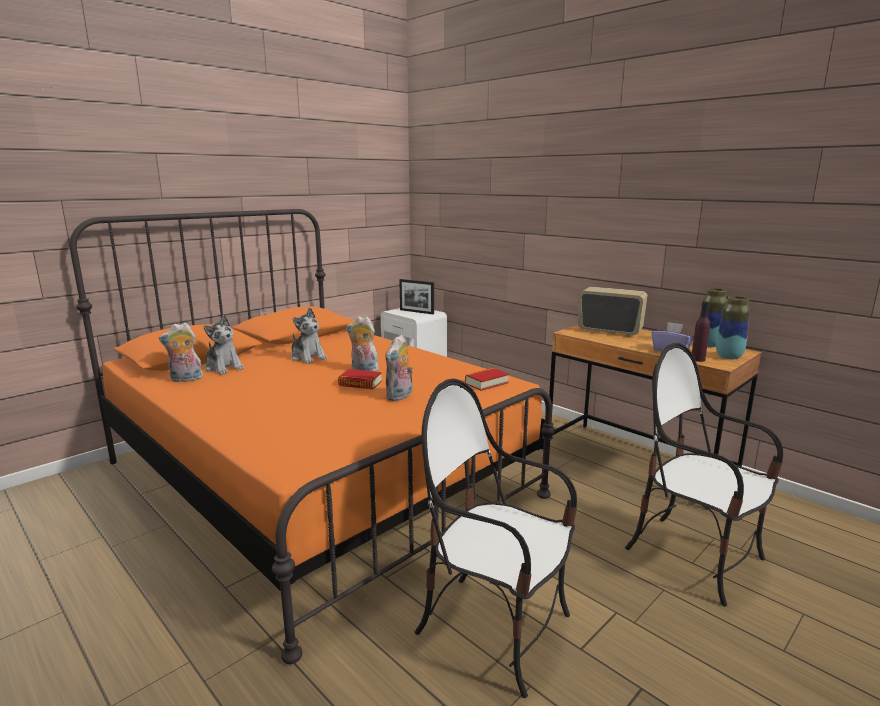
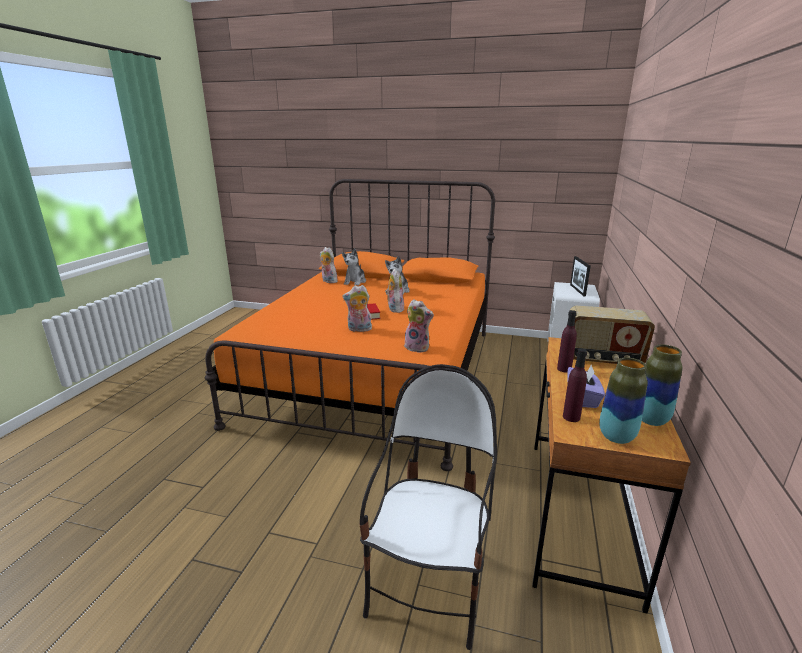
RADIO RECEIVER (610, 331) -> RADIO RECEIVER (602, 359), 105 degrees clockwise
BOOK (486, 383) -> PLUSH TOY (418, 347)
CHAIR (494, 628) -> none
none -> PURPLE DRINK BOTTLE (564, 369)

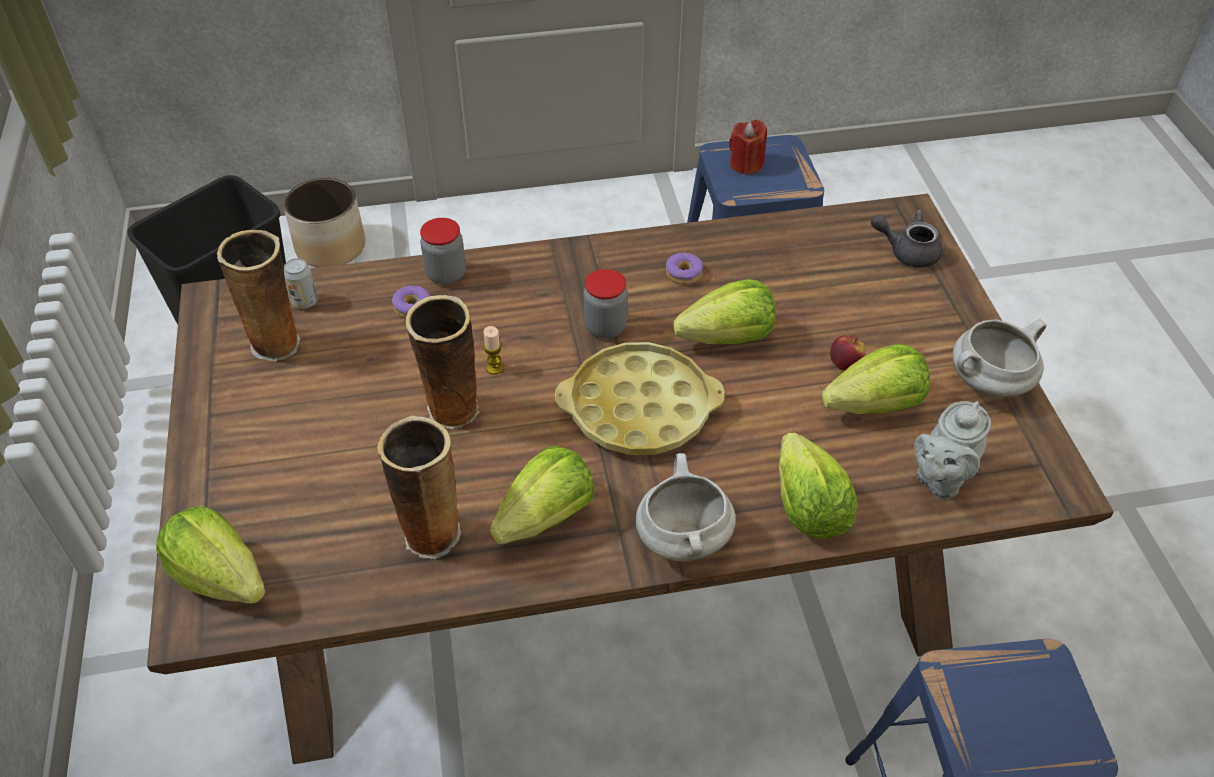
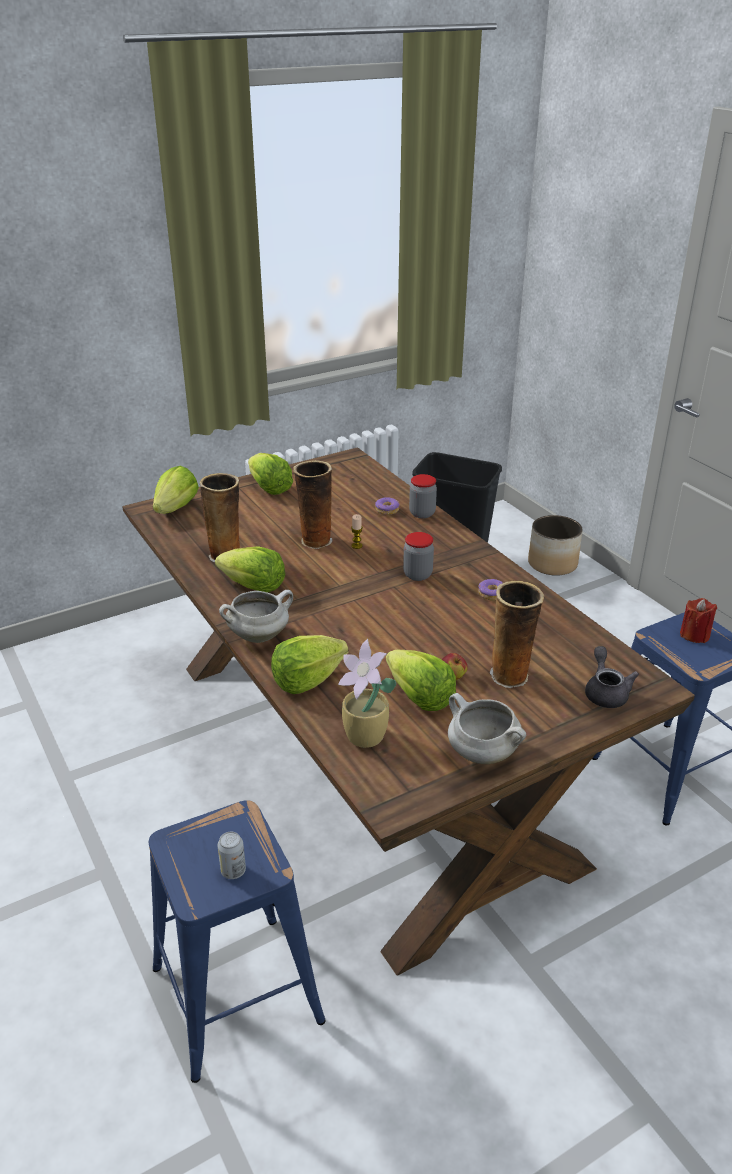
VASE (277, 342) -> VASE (511, 676), shifted
CAN (305, 301) -> CAN (233, 871), shifted
HEAD OF LETTUCE (728, 338) -> HEAD OF LETTUCE (269, 488), shifted
YELLOW-COLOURED CARRYING TRAY (639, 408) -> none
GREY POT FOR TEA (940, 478) -> PLANT IN A POT (366, 738)

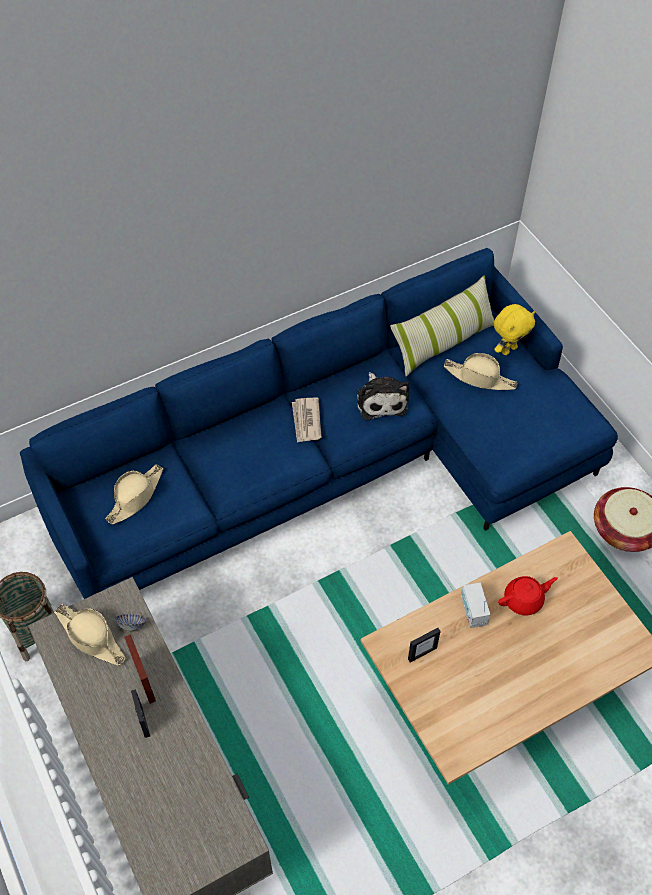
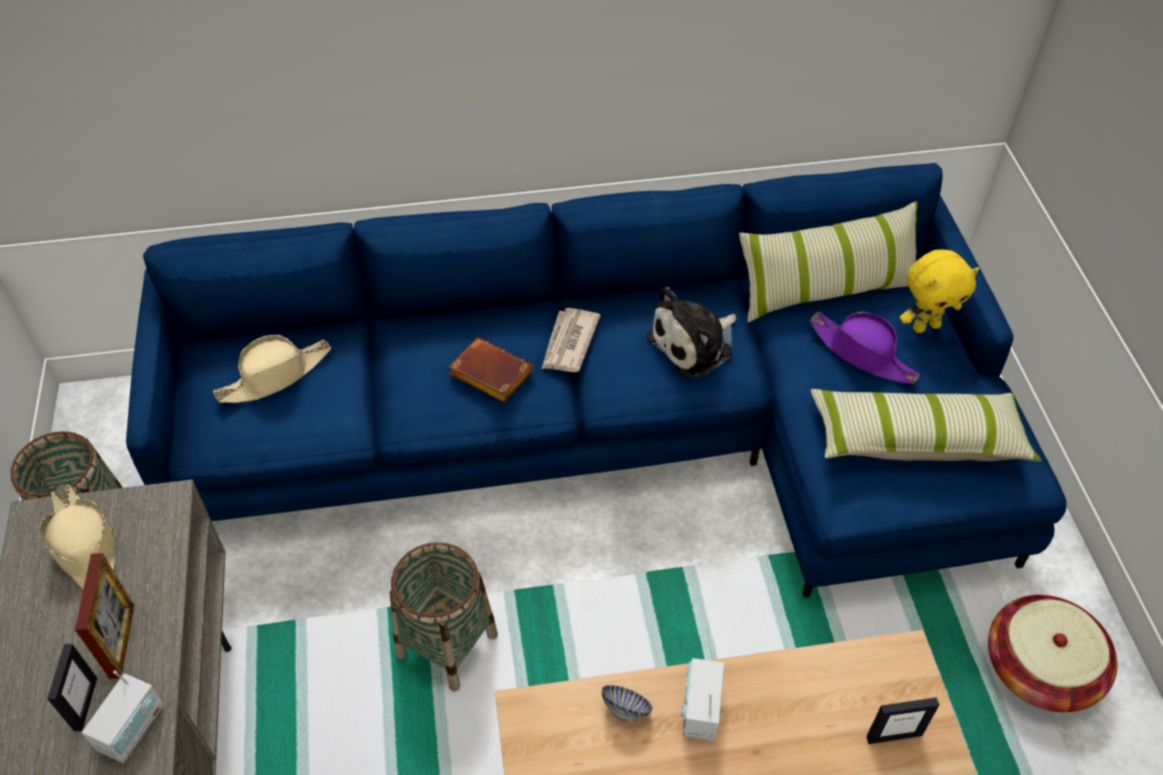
SAND-COLOURED CLOTHING HAT (480, 378) -> PURPLE CLOTHING HAT (862, 354)
PLUSH TOY (381, 400) -> PLUSH TOY (694, 344), 45 degrees clockwise
RED POT FOR TEA (524, 600) -> none
DEEP DISH (132, 625) -> DEEP DISH (625, 709), shifted
PICTURE FRAME (422, 653) -> PICTURE FRAME (893, 735), shifted
none -> BROWN-COLOURED BOOK (488, 375)
none -> THROW PILLOW (916, 439)
none -> HOUSEHOLD BASKET (447, 645)
none -> RADIO RECEIVER (132, 728)

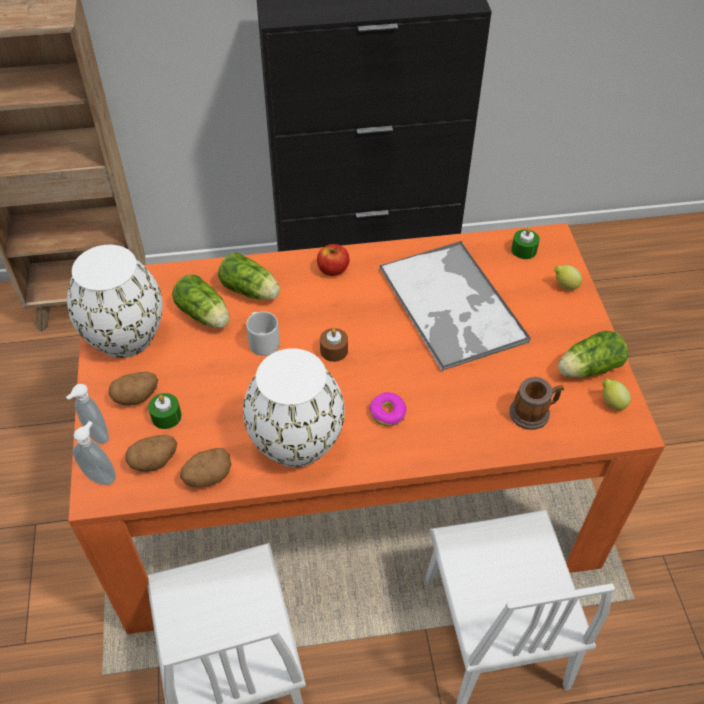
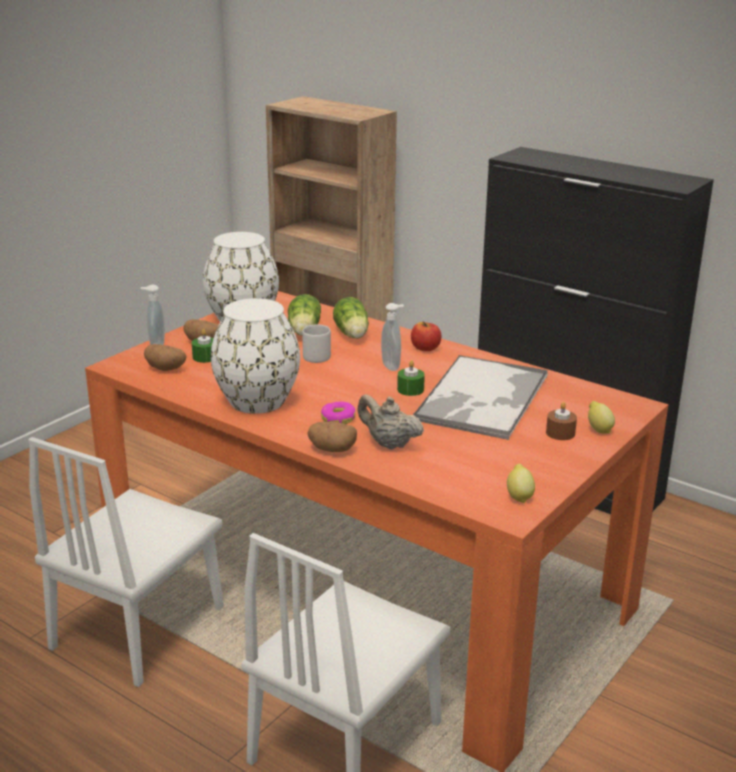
GREEN-COLOURED WAX CANDLE (524, 250) -> GREEN-COLOURED WAX CANDLE (410, 389), shifted
BROWN-COLOURED WAX CANDLE (334, 350) -> BROWN-COLOURED WAX CANDLE (560, 433), shifted
HEAD OF LETTUCE (587, 368) -> none
MUG (533, 412) -> none
SOAP BOTTLE (101, 475) -> SOAP BOTTLE (392, 366), shifted
POTATO (207, 476) -> POTATO (332, 449), shifted
none -> SAND-COLOURED POT FOR TEA (388, 444)

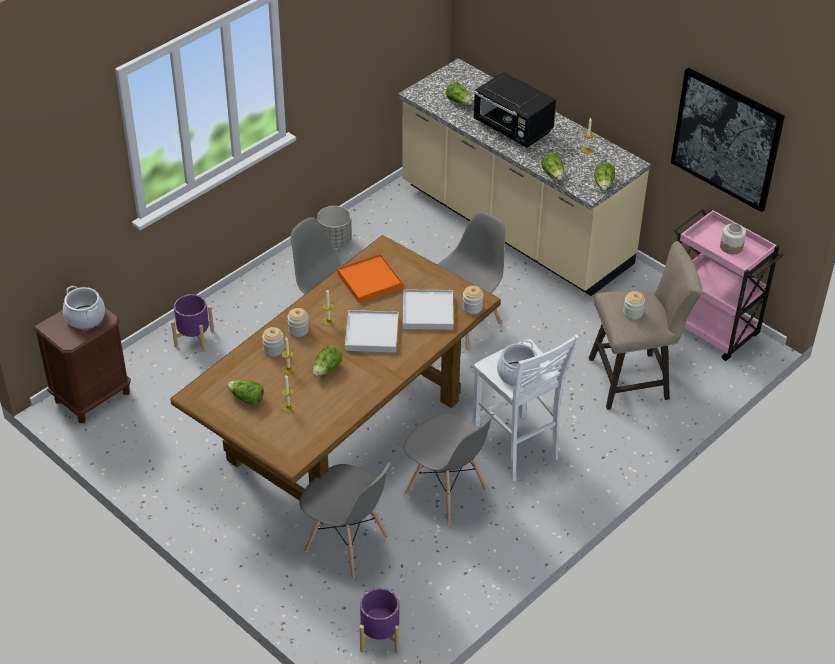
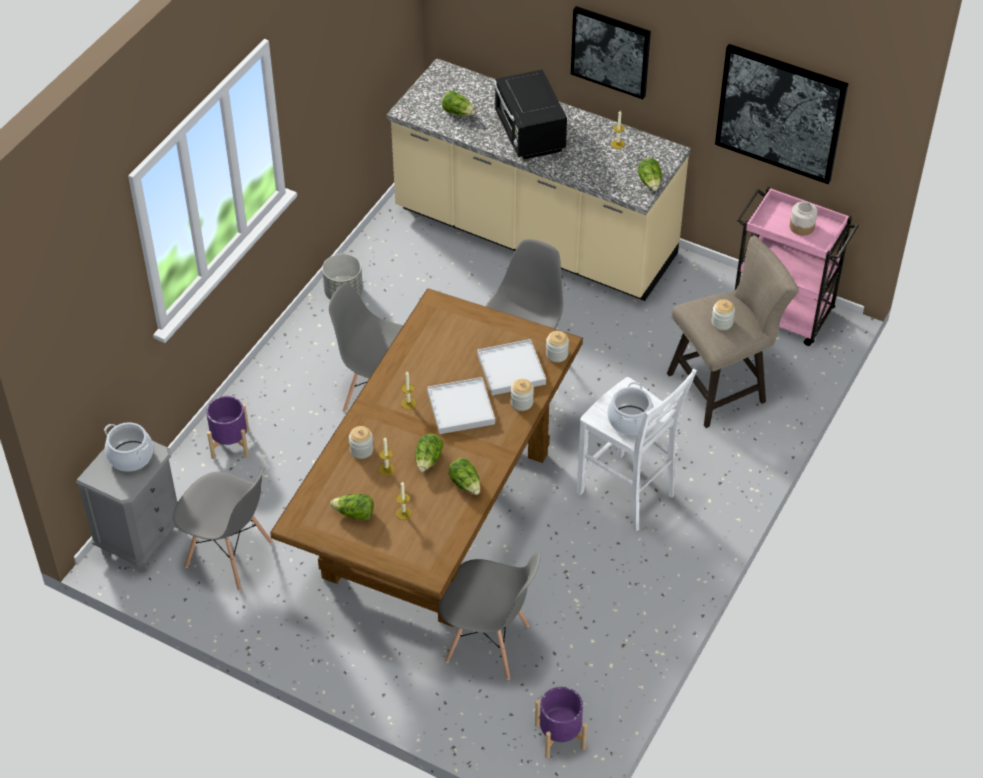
BLACKISH MICROWAVE OVEN (513, 129) -> BLACKISH MICROWAVE OVEN (529, 135), 45 degrees clockwise
HEAD OF LETTUCE (553, 174) -> HEAD OF LETTUCE (466, 484), shifted
ORANGE CARRYING TRAY (369, 280) -> none
BROWN-COLOURED NIGHT TABLE (92, 396) -> GREY NIGHT TABLE (142, 537)
JAR (298, 330) -> JAR (521, 402), shifted
GREY CHAIR (446, 493) -> GREY CHAIR (229, 555), shifted
none -> WALL PICTURE (611, 51)

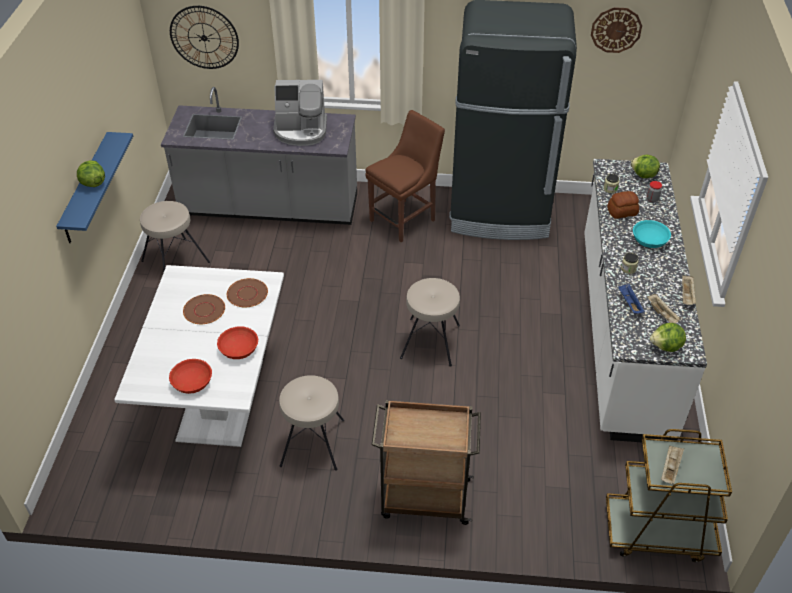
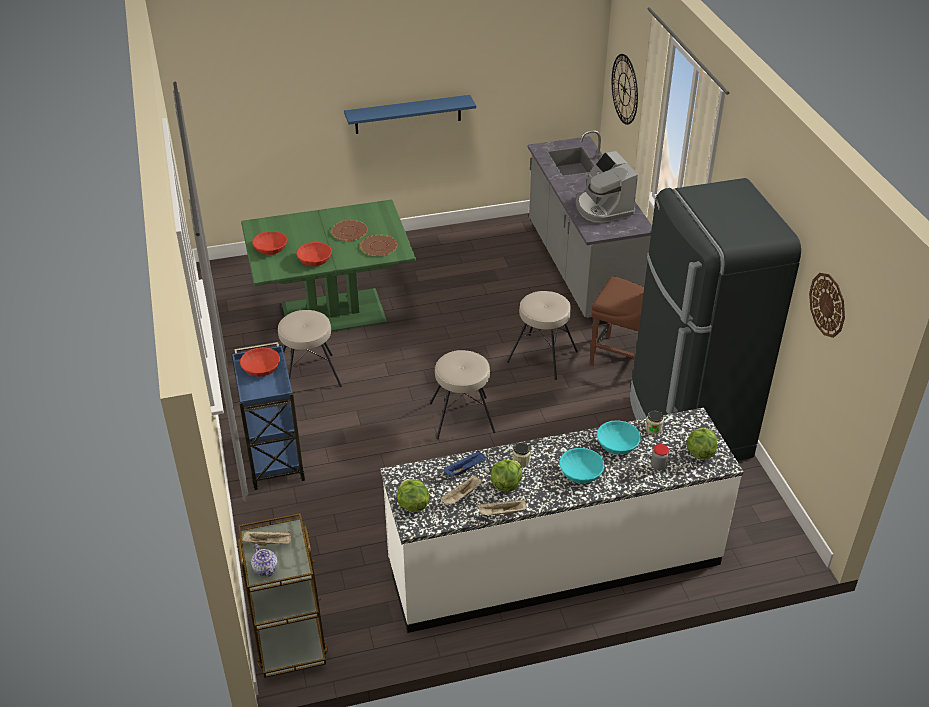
HEAD OF LETTUCE (93, 183) -> HEAD OF LETTUCE (506, 484), shifted
BAKED BREAD (622, 212) -> TURQUOISE DEEP DISH (617, 444)
SAND-COLOURED SITTING STOOL (175, 261) -> SAND-COLOURED SITTING STOOL (542, 356), shifted
WHITE DINNER TABLE (219, 399) -> GREEN-COLOURED DINNER TABLE (333, 312)
BROWN-COLOURED TROLLEY (423, 498) -> BLUE TROLLEY (274, 456)
none -> RED DEEP DISH (261, 368)
none -> POT FOR TEA (266, 568)

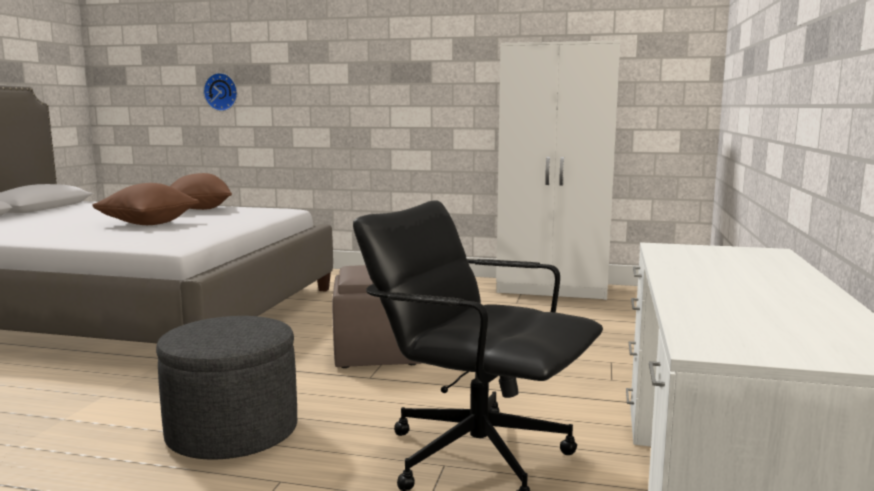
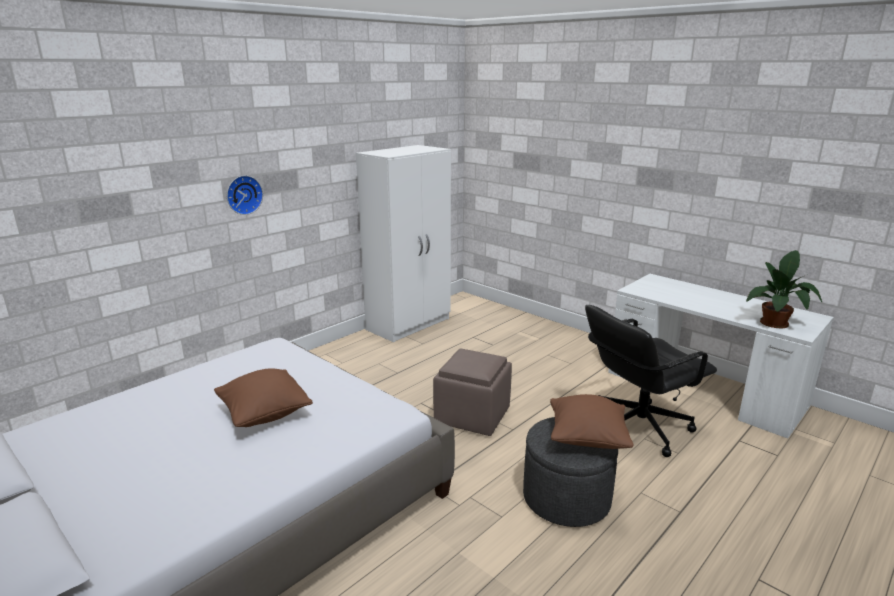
HANGING CLOCK (222, 92) -> HANGING CLOCK (243, 194), shifted
BROWN-COLOURED THROW PILLOW (199, 209) -> BROWN-COLOURED THROW PILLOW (587, 439), shifted
none -> PLANT IN A POT (776, 322)

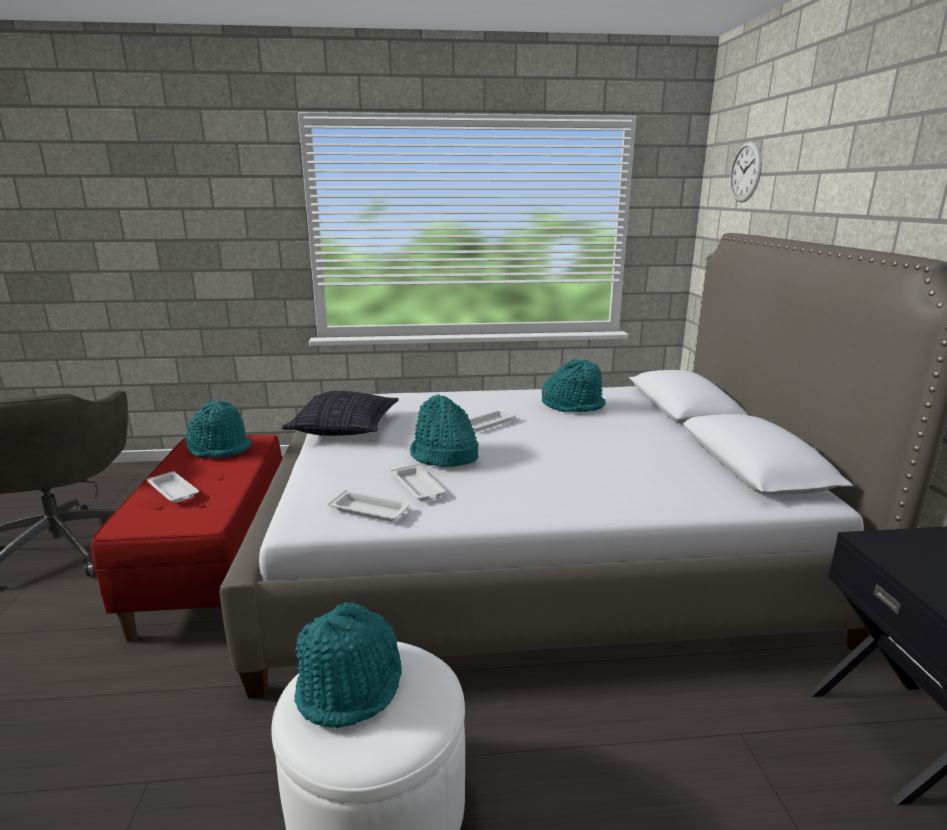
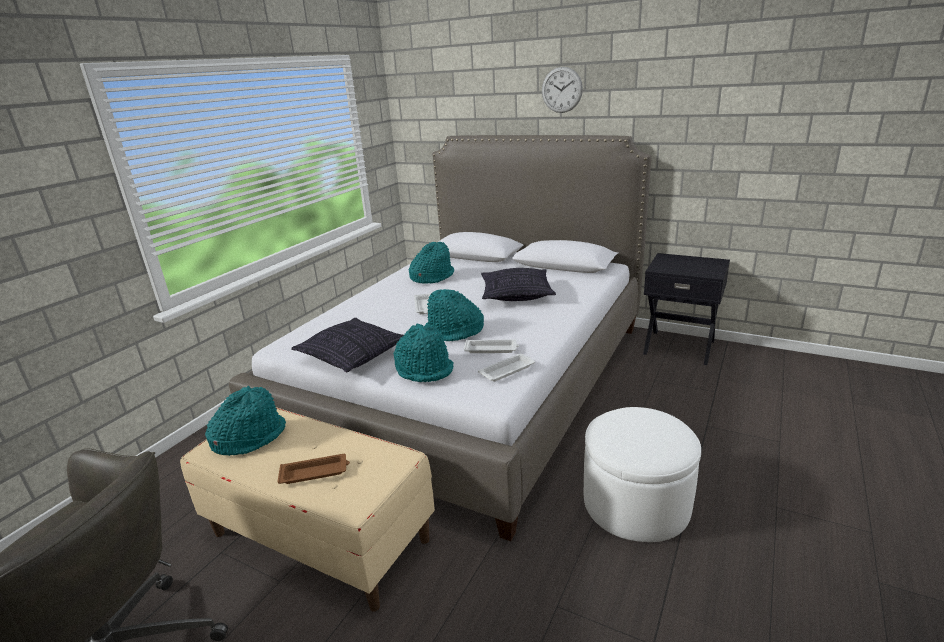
HANGING CLOCK (745, 172) -> HANGING CLOCK (561, 90), shifted
RED INDOOR BENCH (216, 569) -> SAND-COLOURED INDOOR BENCH (321, 536)
WHITE CARRYING TRAY (174, 491) -> BROWN-COLOURED CARRYING TRAY (315, 472)
TURQUOISE CLOTHING HAT (351, 685) -> TURQUOISE CLOTHING HAT (424, 369), shifted
none -> THROW PILLOW (516, 295)

